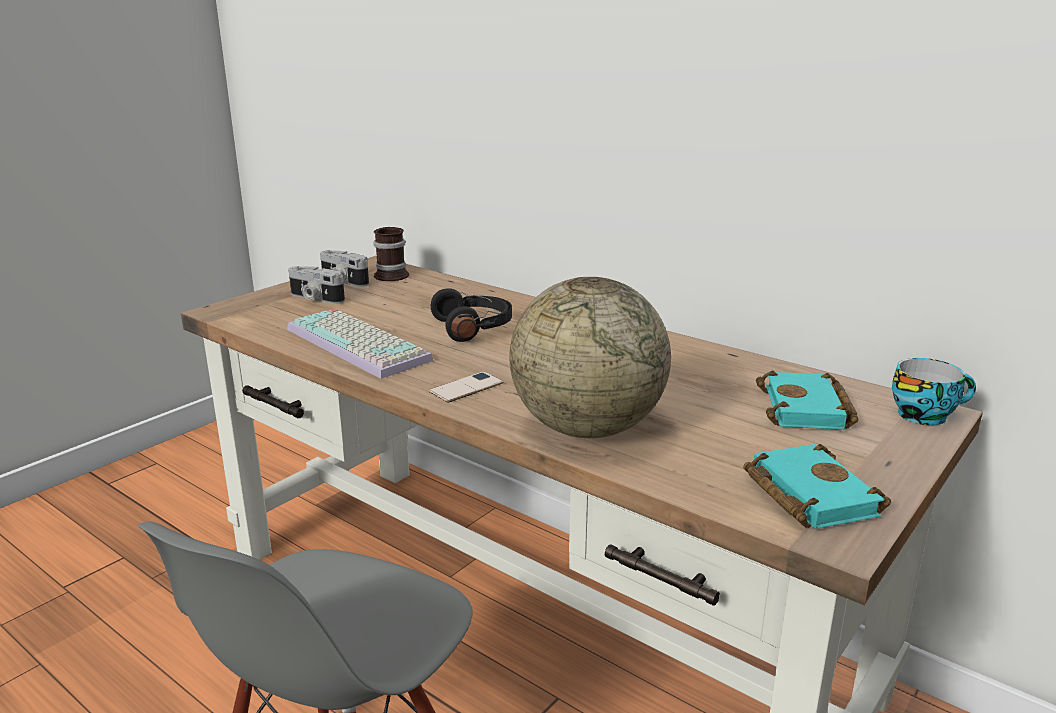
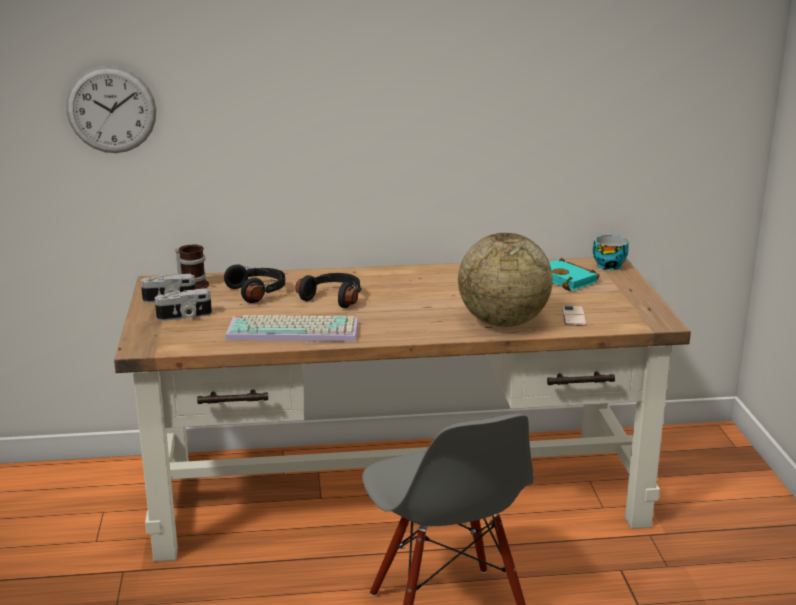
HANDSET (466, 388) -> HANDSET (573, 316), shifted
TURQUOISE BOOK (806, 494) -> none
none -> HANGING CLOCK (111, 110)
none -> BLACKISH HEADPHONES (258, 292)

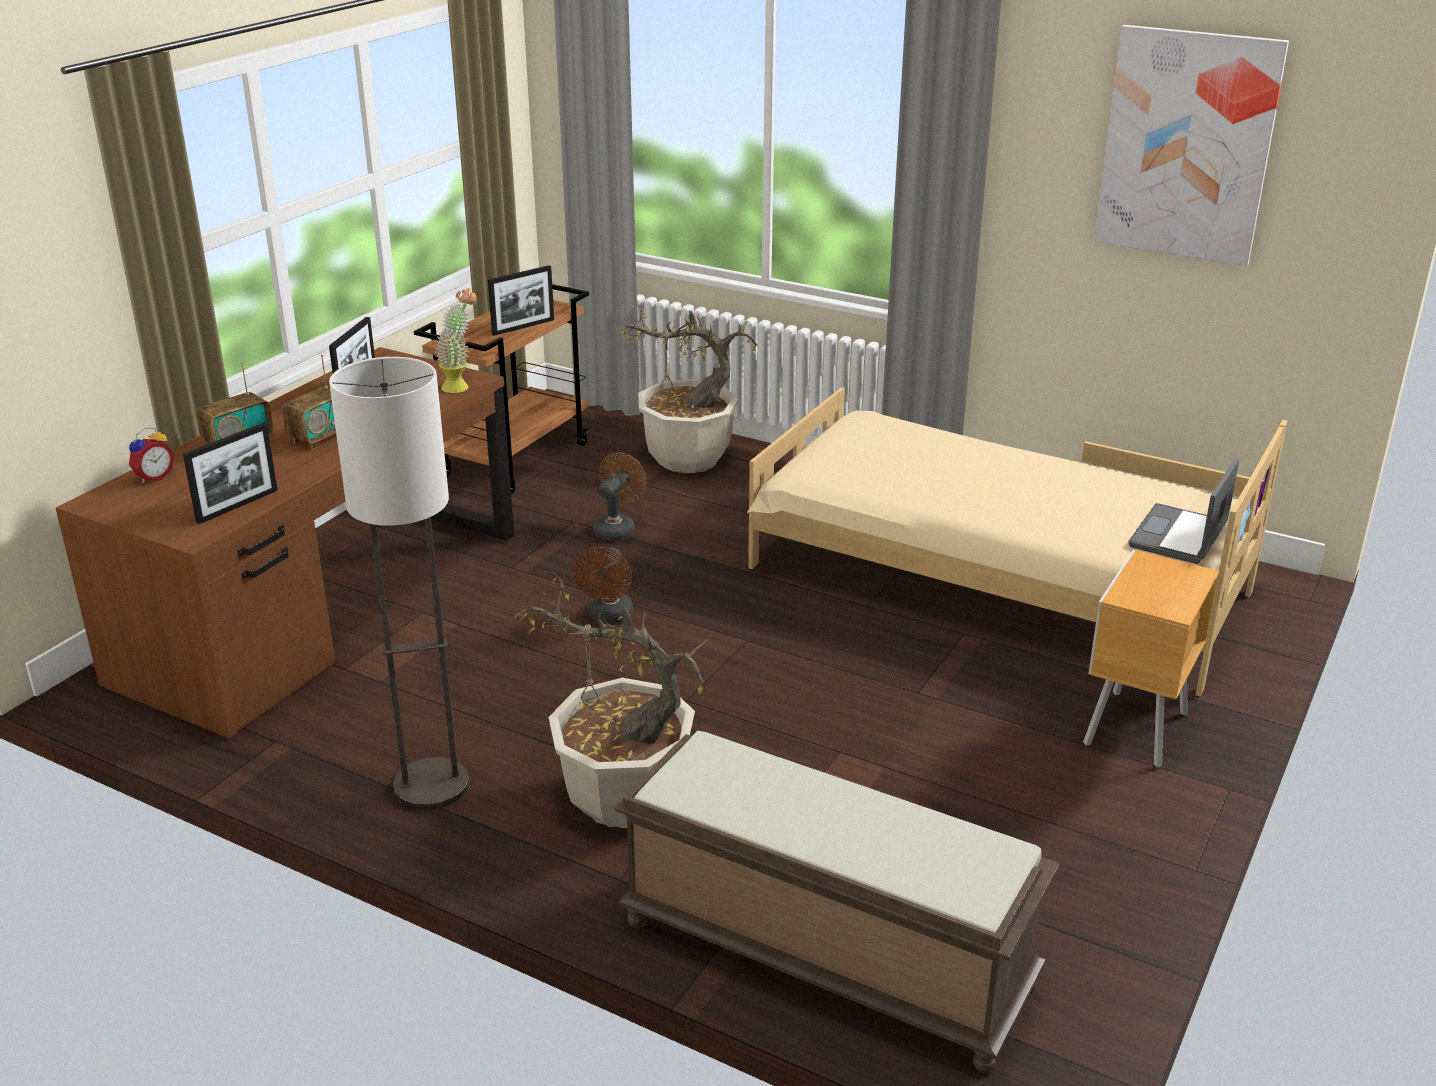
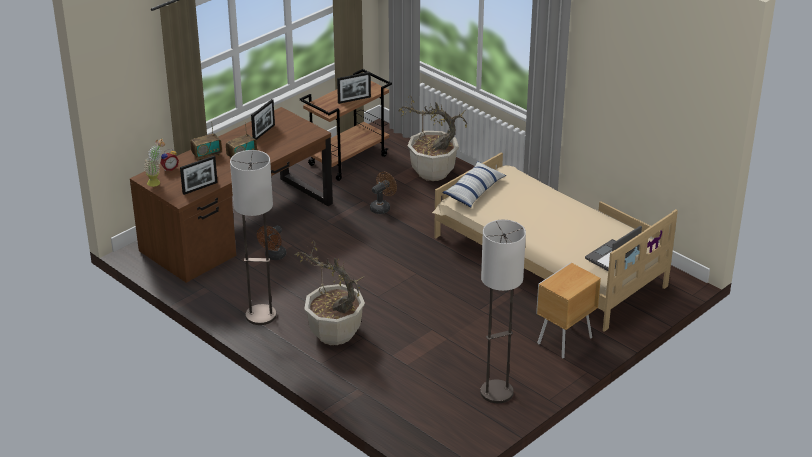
WALL PICTURE (1187, 145) -> none
PLANT IN A POT (460, 385) -> PLANT IN A POT (157, 182), shifted
BROWN-COLOURED FAN (608, 617) -> BROWN-COLOURED FAN (273, 256), shifted
BROWN-COLOURED INDOOR BENCH (822, 955) -> none
none -> THROW PILLOW (474, 191)
none -> FLOOR LAMP (496, 392)

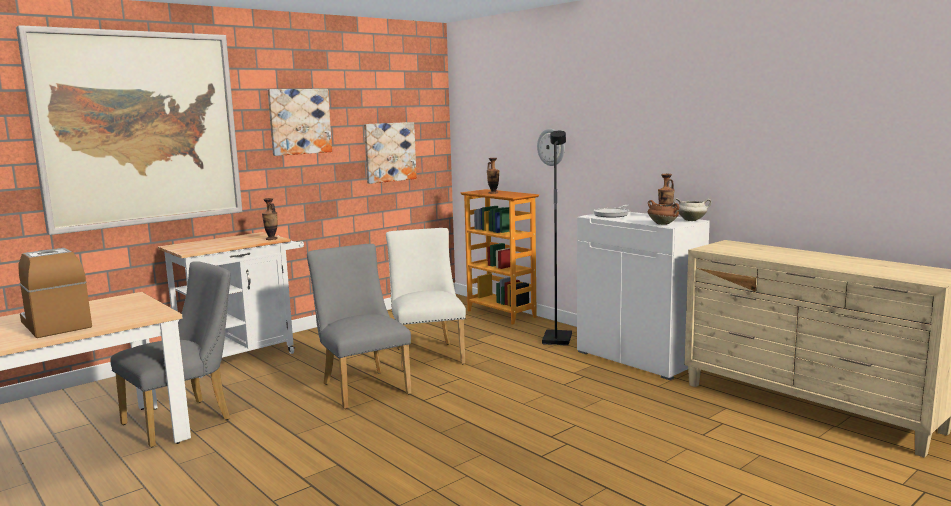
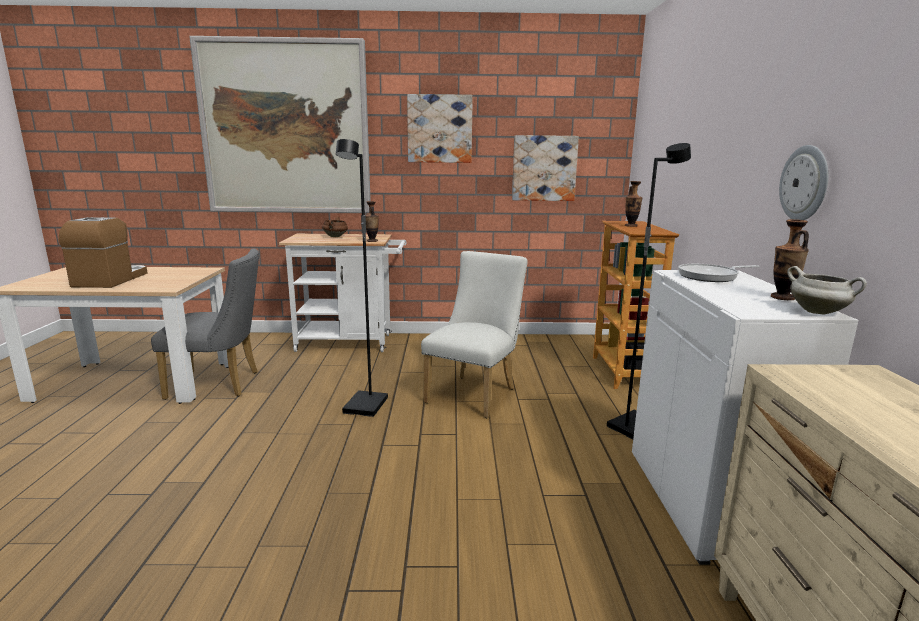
HANGING CLOCK (551, 147) -> HANGING CLOCK (805, 183), shifted
BROWN-COLOURED COOKING POT (663, 224) -> BROWN-COLOURED COOKING POT (335, 236), shifted
GREY CHAIR (362, 387) -> BLACKISH FLOOR LAMP (366, 406)

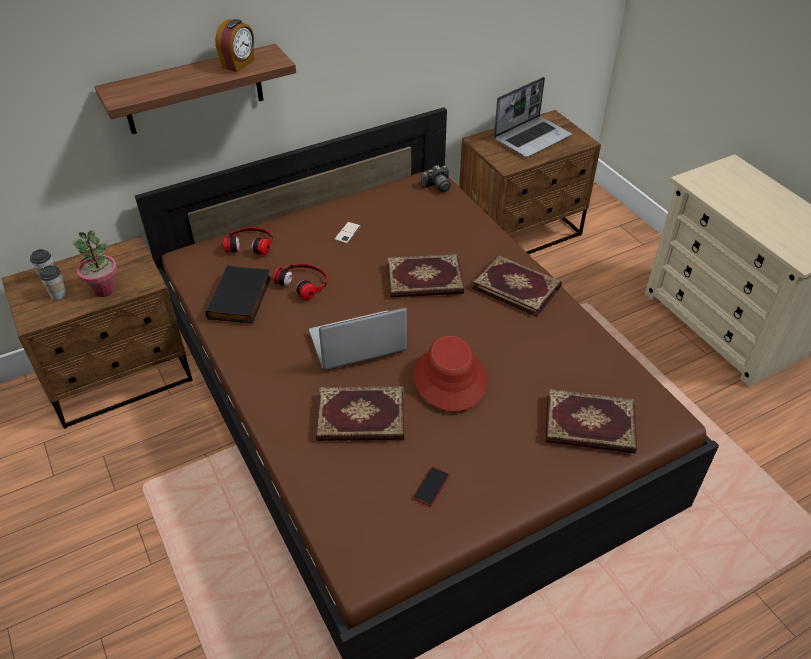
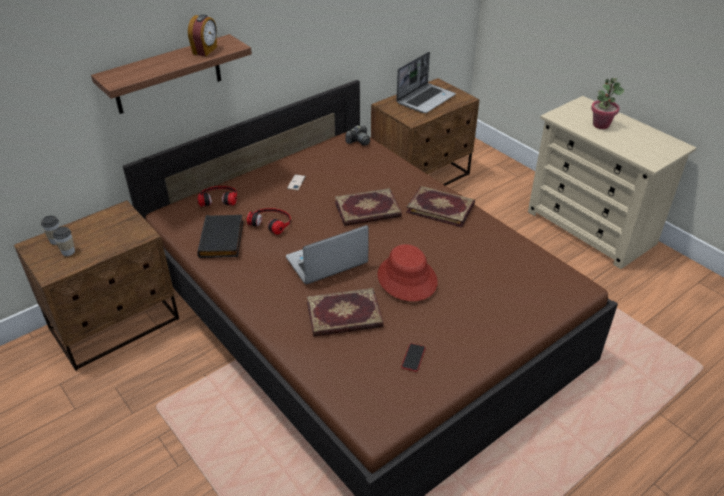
PLANT IN A POT (104, 289) -> PLANT IN A POT (601, 125), shifted
BOOK (589, 425) -> none

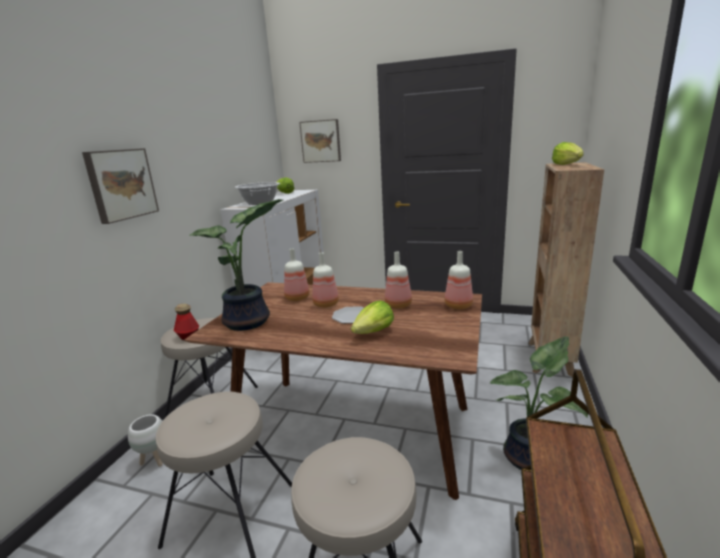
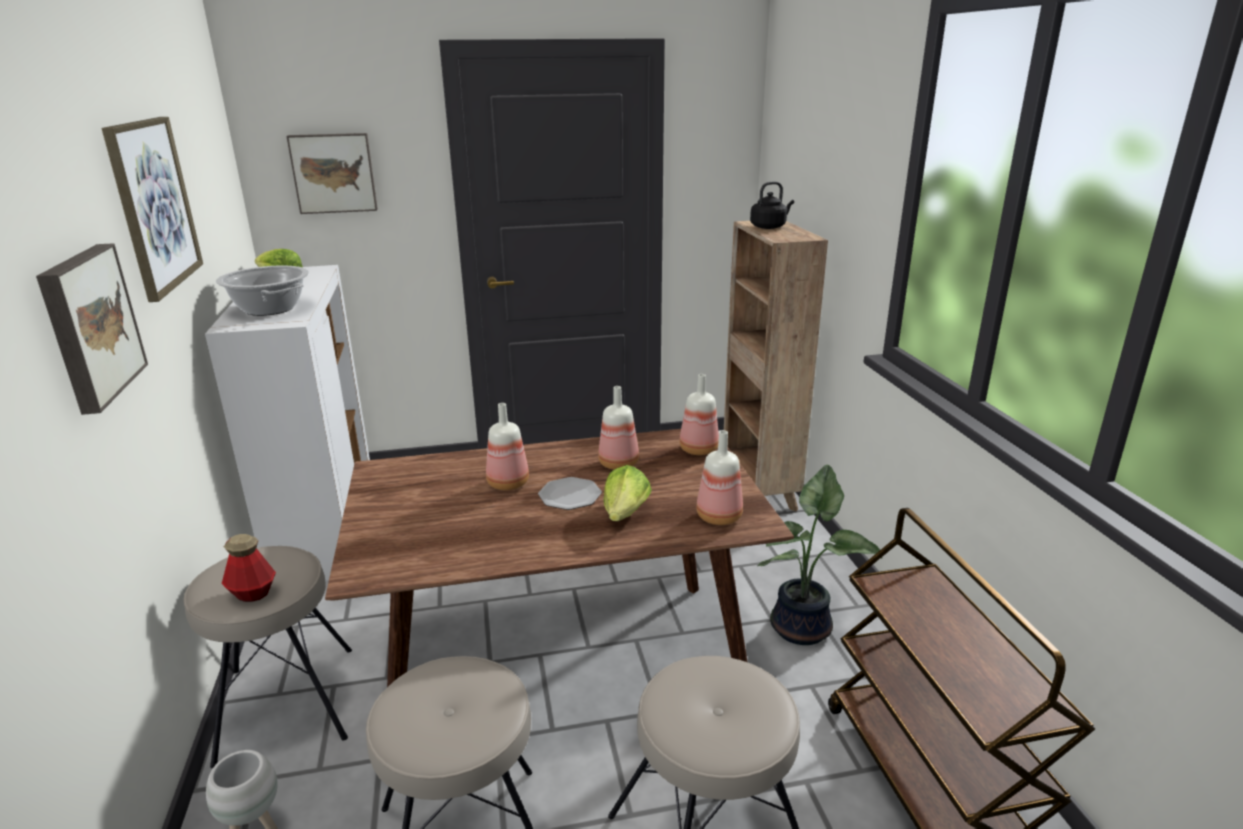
HEAD OF LETTUCE (567, 165) -> BLACKISH KETTLE (769, 227)
PLANT IN A POT (249, 322) -> none
DRINK BOTTLE (297, 298) -> DRINK BOTTLE (719, 518), shifted
none -> WALL PICTURE (154, 205)

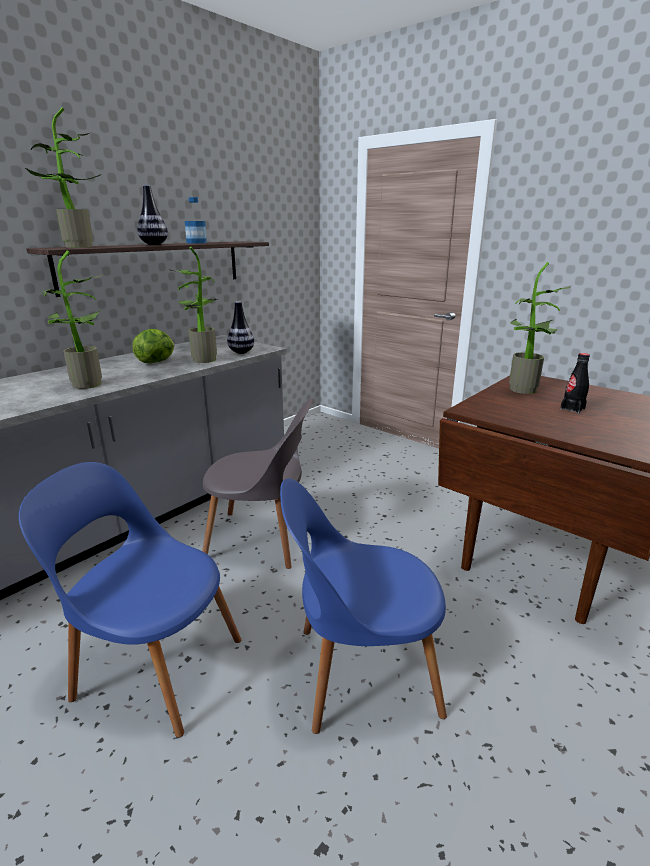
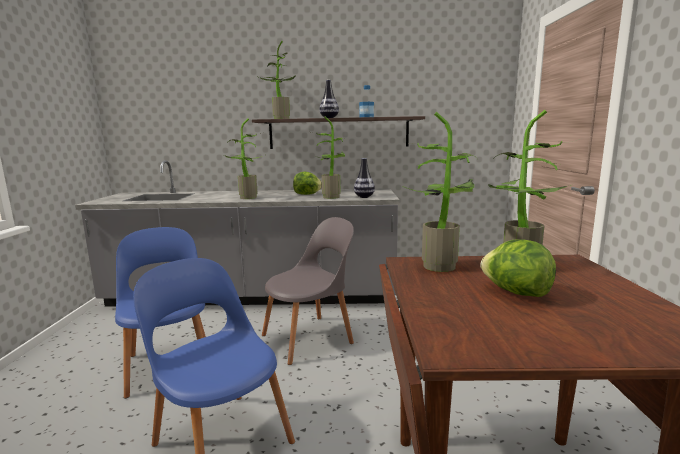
BLACKISH DRINK BOTTLE (572, 409) -> HEAD OF LETTUCE (516, 292)
GREY CHAIR (262, 539) -> GREY CHAIR (310, 338), 90 degrees counterclockwise
none -> PLANT IN A POT (440, 264)

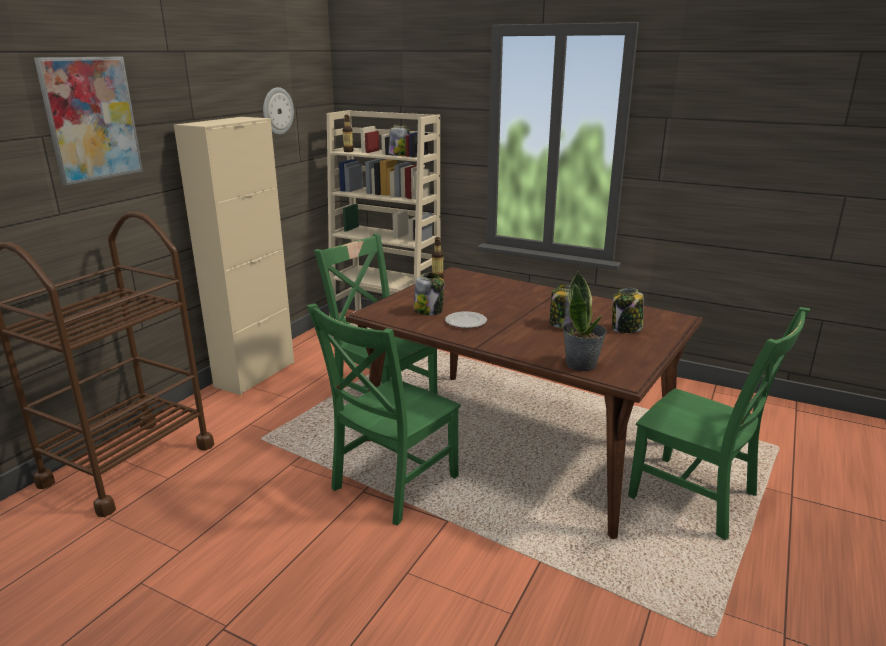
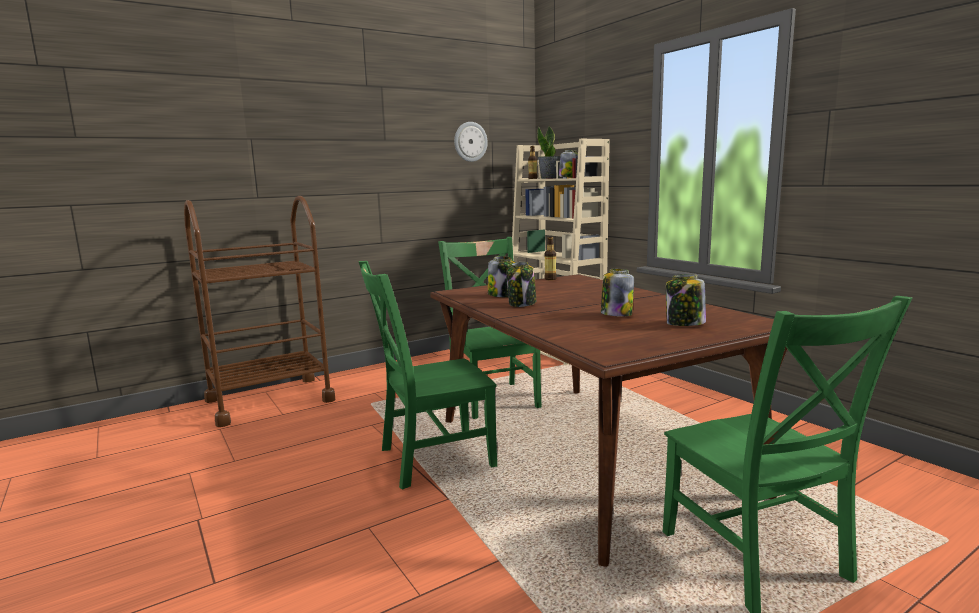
WALL PICTURE (91, 119) -> none
SAND-COLOURED CUPBOARD (255, 374) -> none
PLANT IN A POT (581, 364) -> PLANT IN A POT (549, 178), shifted
DINNER PLATE (466, 322) -> JAR (522, 304)

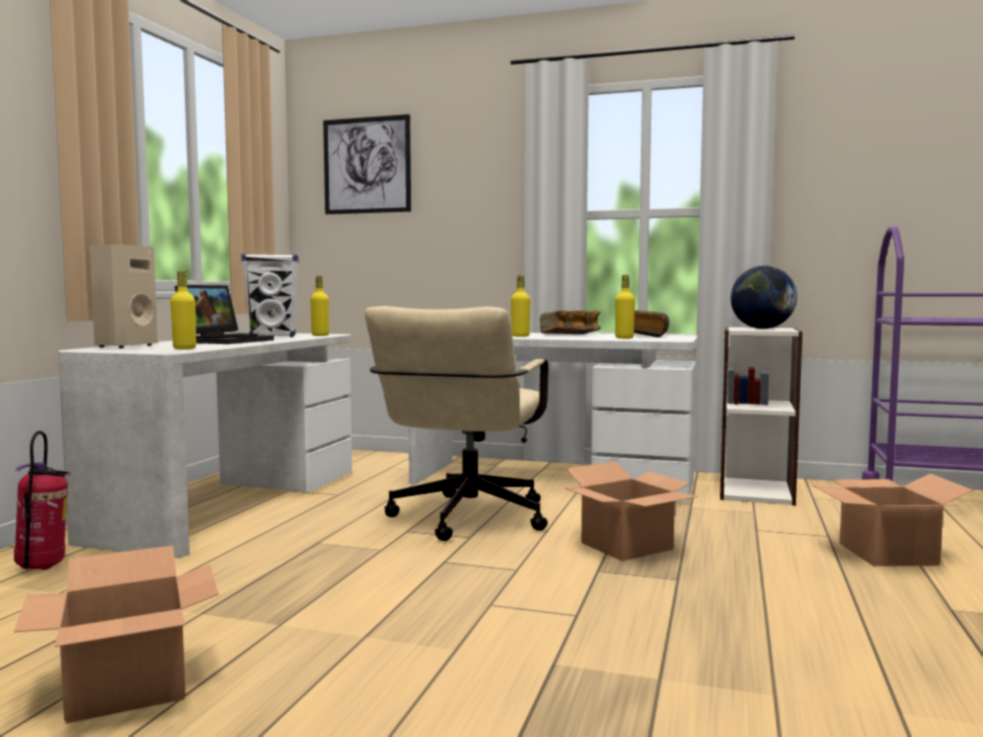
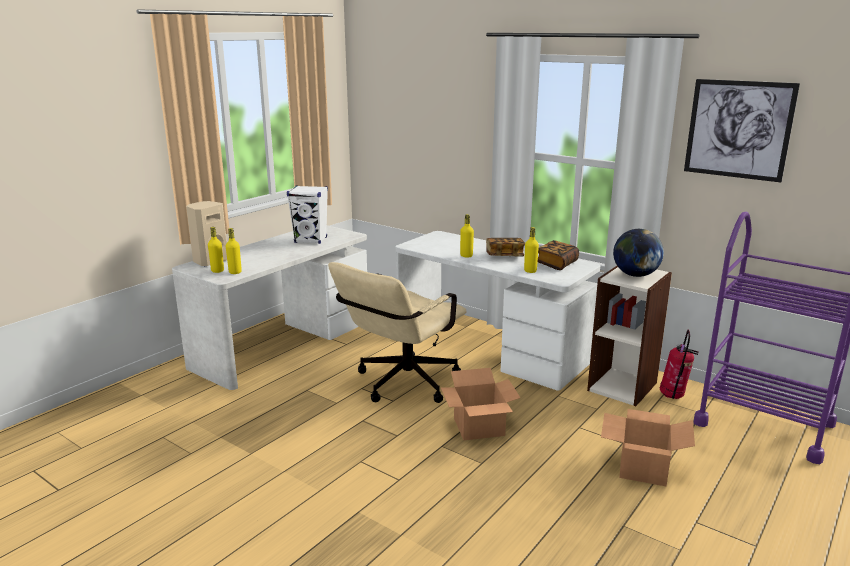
WALL PICTURE (367, 165) -> WALL PICTURE (738, 129), shifted
YELLOW-COLOURED DRINK BOTTLE (320, 335) -> YELLOW-COLOURED DRINK BOTTLE (217, 270), shifted
NOTEBOOK COMPUTER (226, 341) -> none
FIRE EXTINGUISHER (42, 568) -> FIRE EXTINGUISHER (673, 397), shifted
PACKING BOX (129, 686) -> none

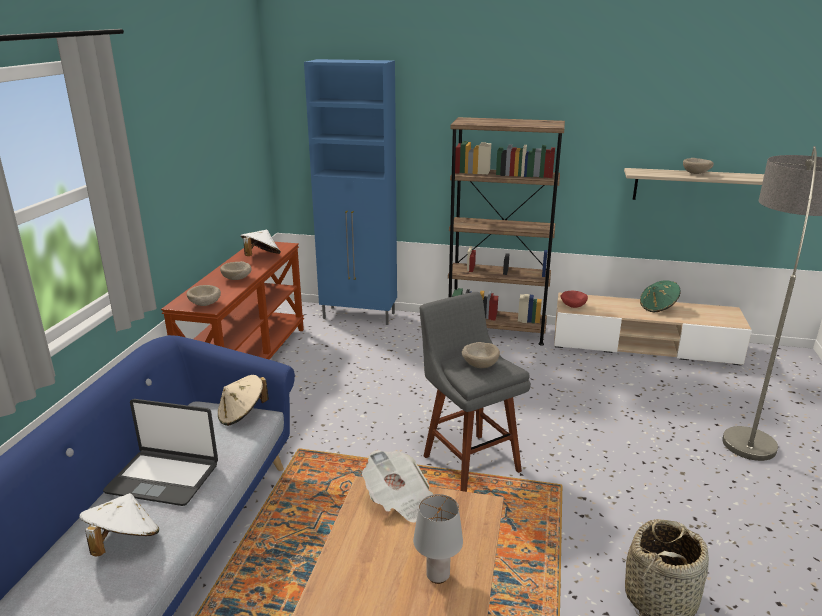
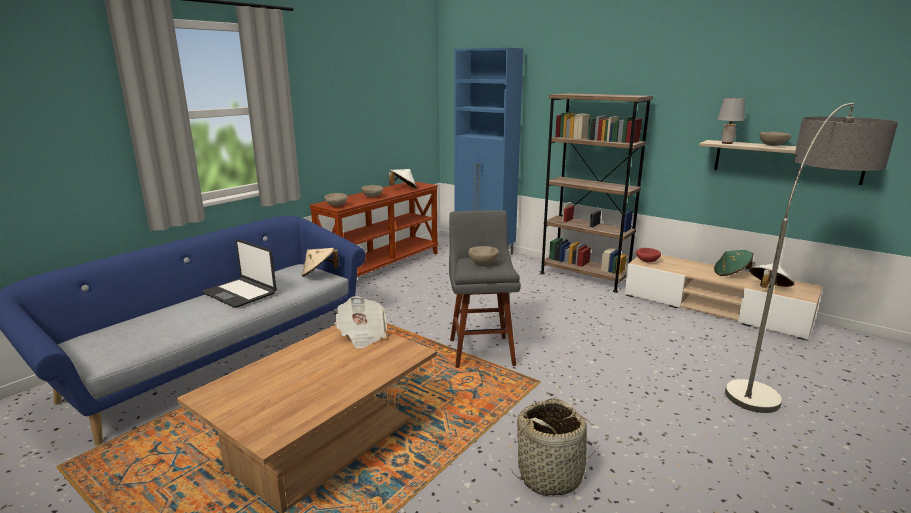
WHITE CLOTHING HAT (123, 541) -> WHITE CLOTHING HAT (767, 288), shifted
GREY TABLETOP LAMP (437, 576) -> GREY TABLETOP LAMP (727, 143), shifted

